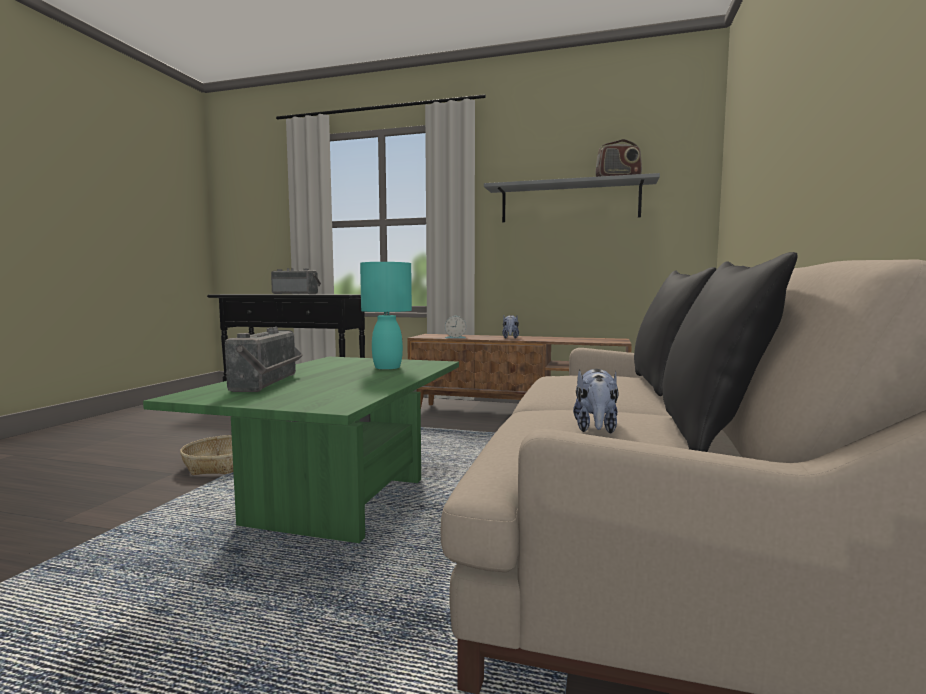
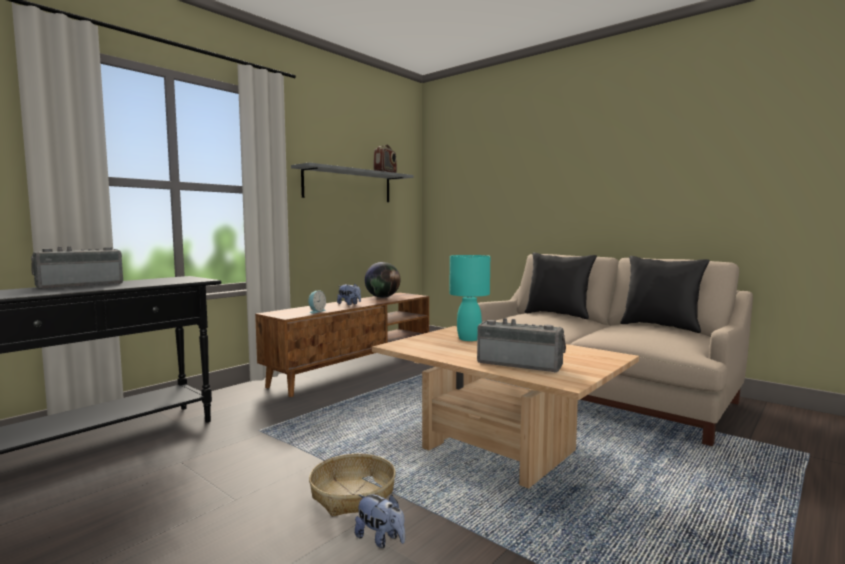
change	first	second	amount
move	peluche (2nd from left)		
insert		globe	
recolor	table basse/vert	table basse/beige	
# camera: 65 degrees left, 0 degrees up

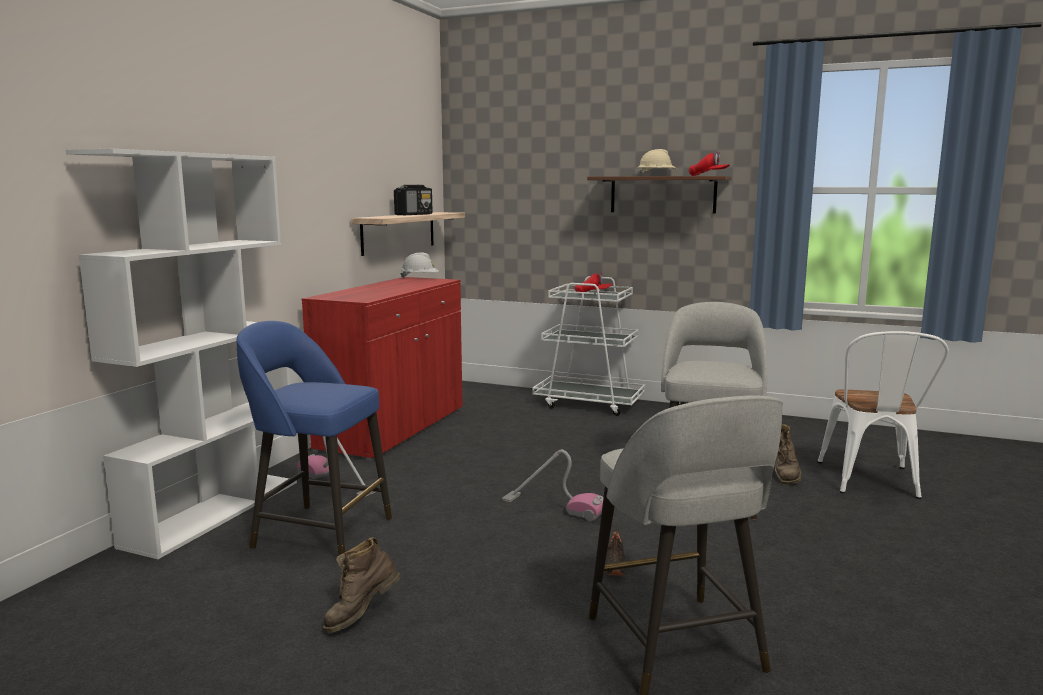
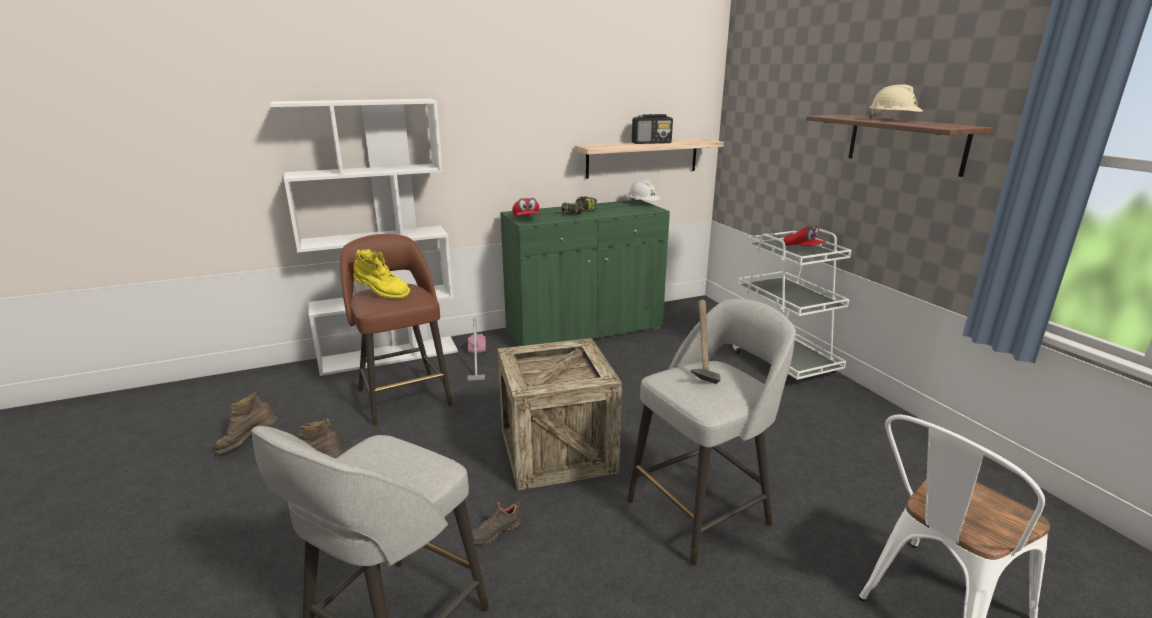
change	first	second	amount
move	botte/marron (2nd from left in the first image)	botte/marron (1st from left)	
recolor	tabouret/bleu	tabouret/marron	
insert		botte/jaune	
replace	aspirateur (2nd from left)	caisse	
recolor	meuble de rangement/rouge	meuble de rangement/vert	
move	casquette/rouge (2nd from left in the first image)	casquette/rouge (1st from left)	
insert		perceuse	
insert		marteau	
# camera: 45 degrees right, 10 degrees up

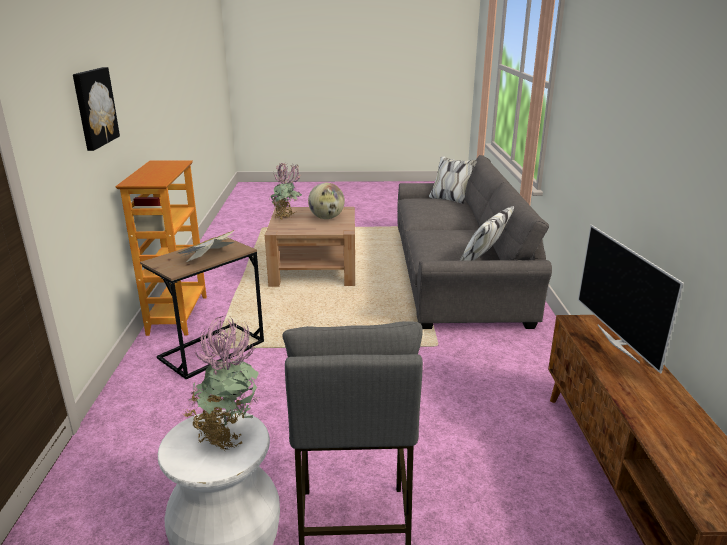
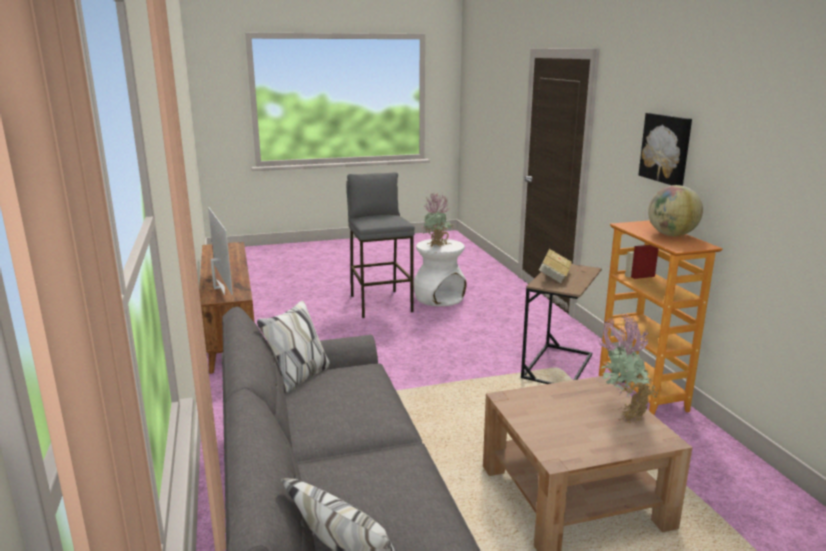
change	first	second	amount
move	globe		
# camera: 165 degrees right, 5 degrees down

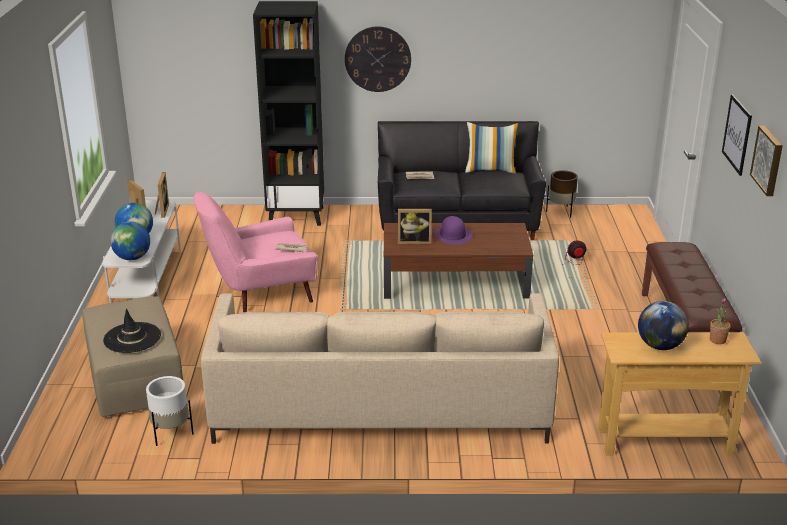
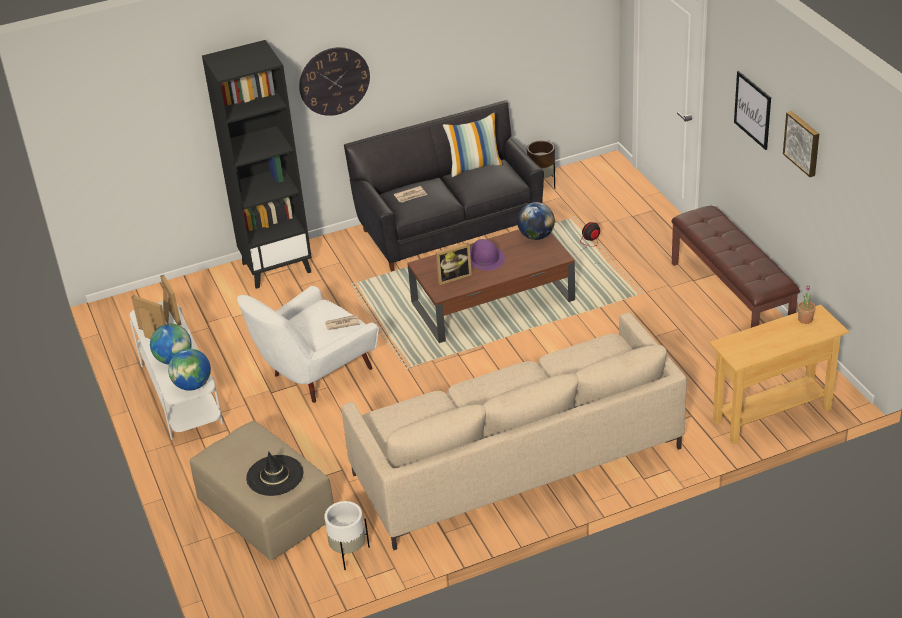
change	first	second	amount
recolor	fauteuil/rose	fauteuil/blanc	
move	globe (3rd from left)		
# camera: 20 degrees left, 10 degrees up

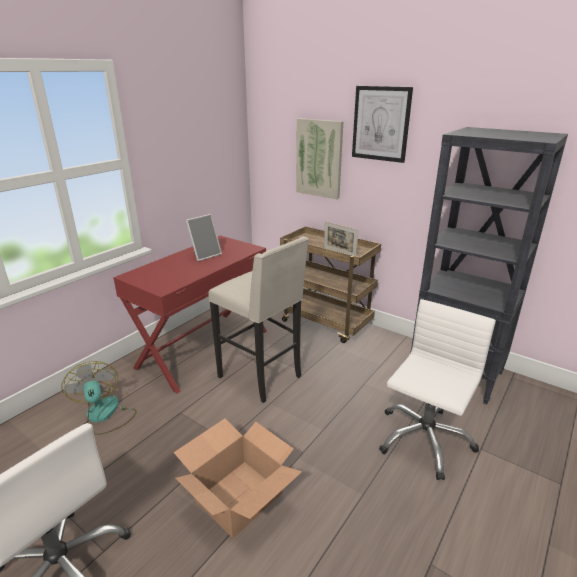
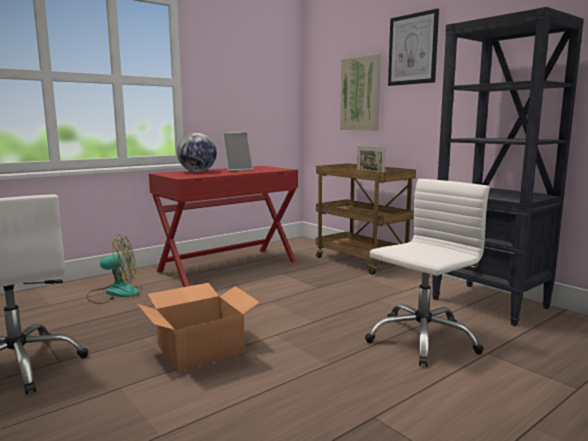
change	first	second	amount
rotate	ventilateur		90 degrees clockwise
insert		globe	
delete	tabouret/beige		
# camera: 15 degrees right, 15 degrees down

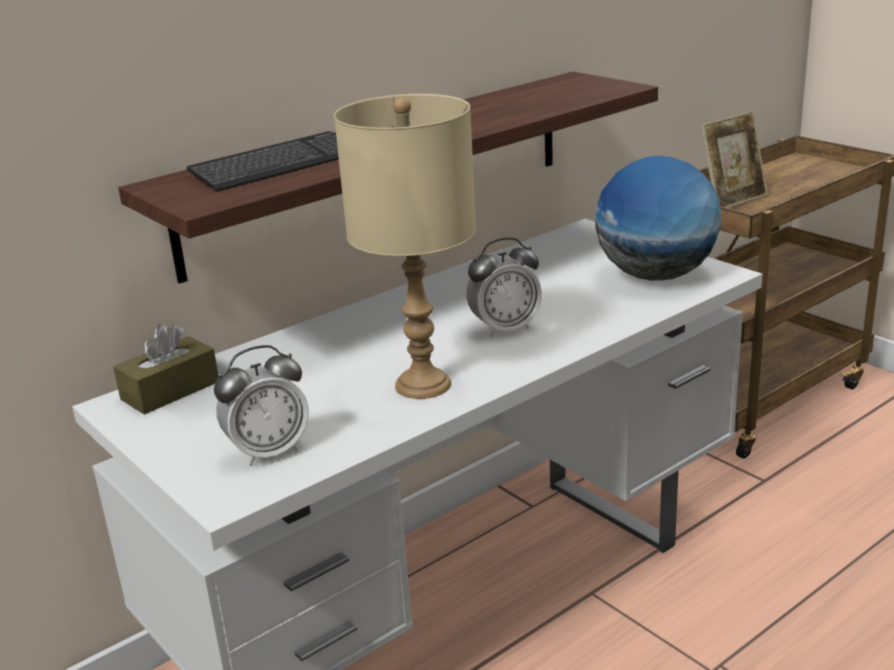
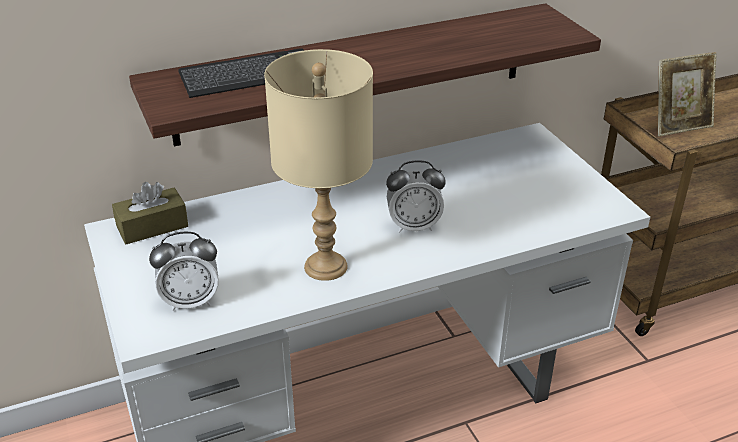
change	first	second	amount
delete	globe		
# camera: 15 degrees right, 10 degrees up

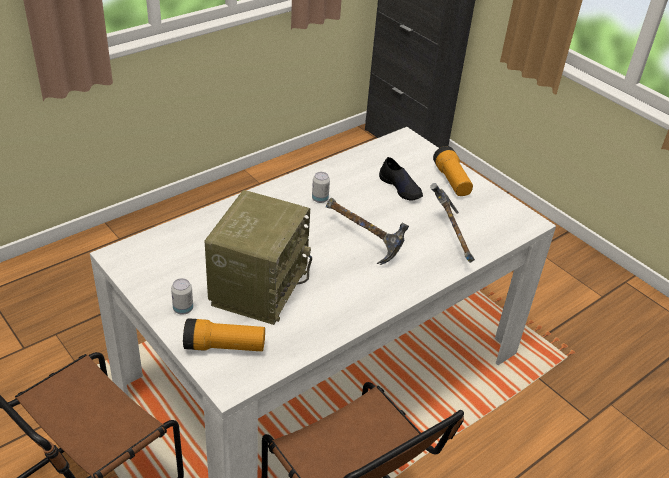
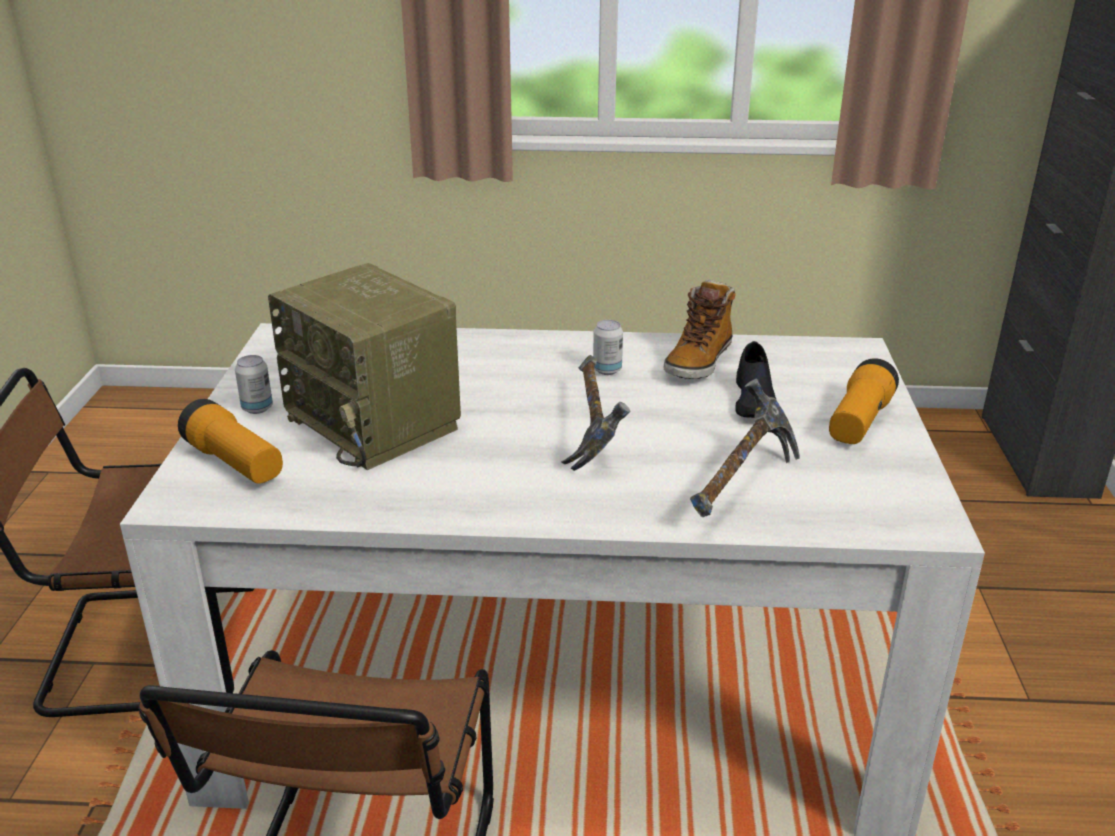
change	first	second	amount
rotate	radio		75 degrees clockwise
insert		botte	
# camera: 45 degrees right, 10 degrees down

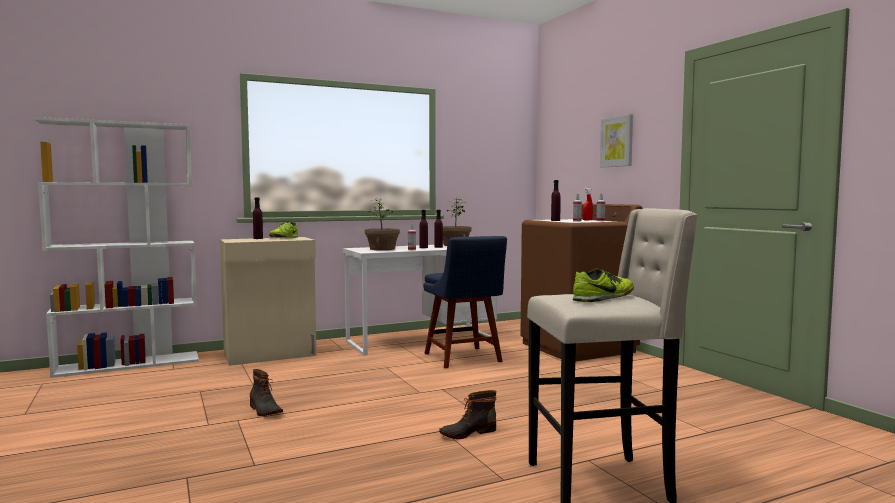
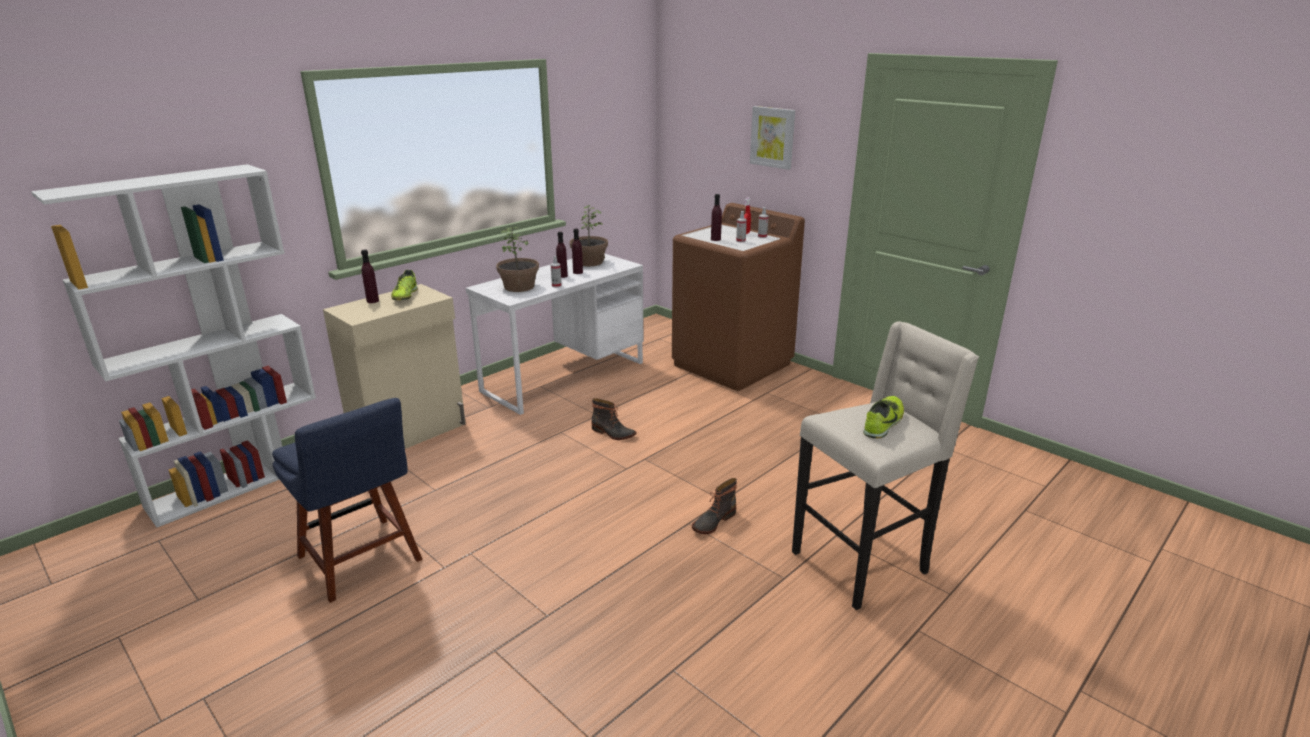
change	first	second	amount
move	chaise/bleu		
move	botte (1st from left)		
# camera: 20 degrees left, 20 degrees up

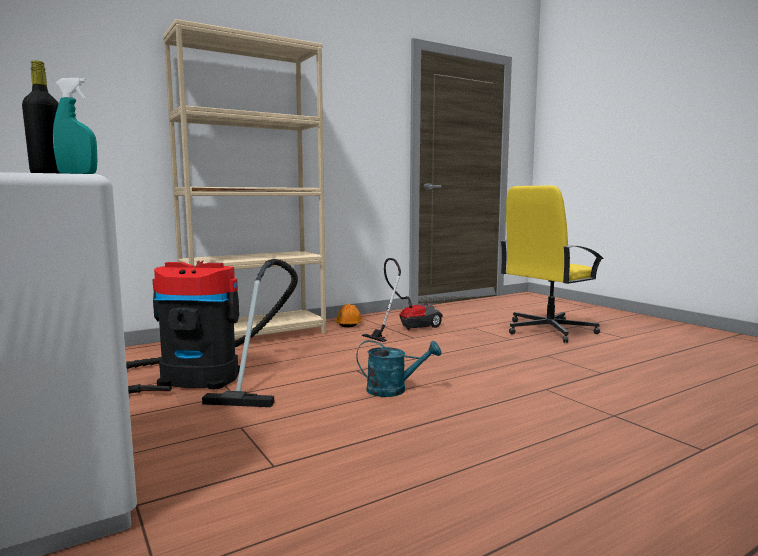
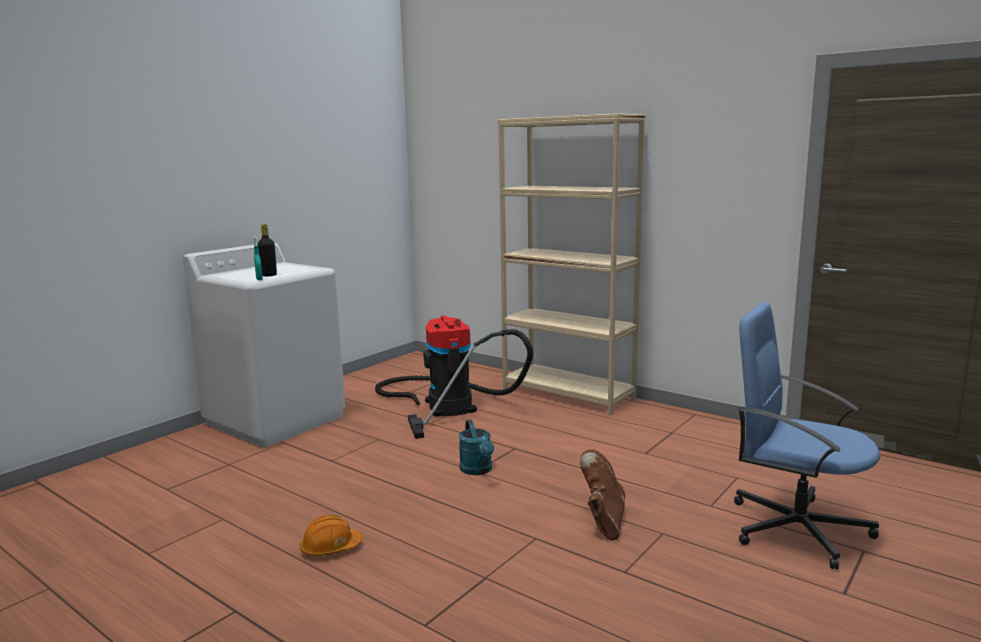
change	first	second	amount
move	casque de chantier/orange		
insert		botte/marron	
recolor	chaise de bureau/jaune	chaise de bureau/bleu	
delete	aspirateur (2nd from left)		
# camera: 70 degrees right, 5 degrees up

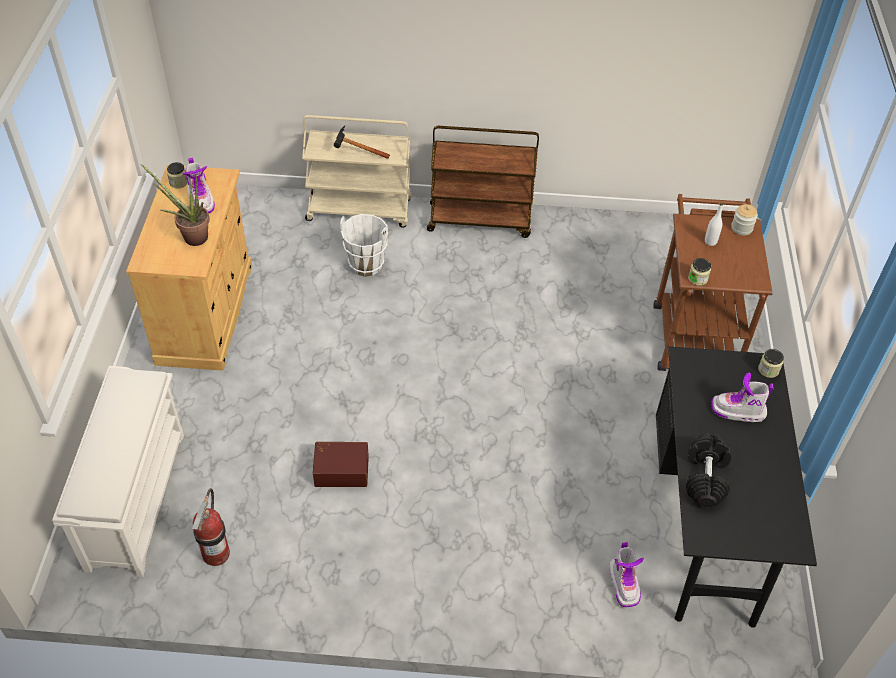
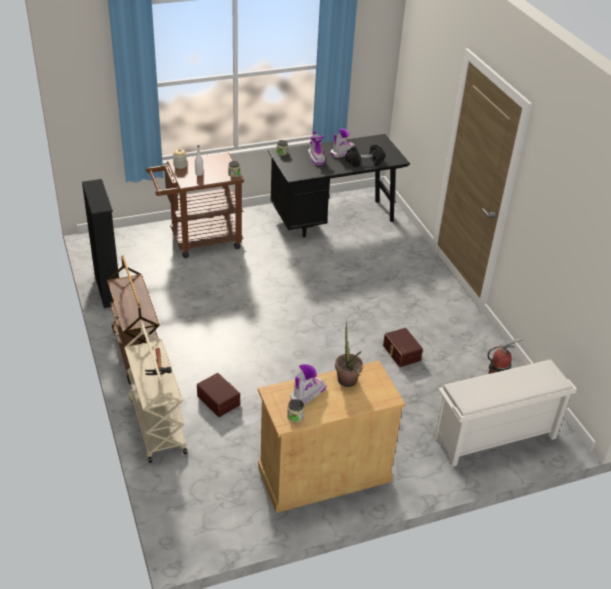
change	first	second	amount
insert		bibliothèque/noir	
replace	seau/blanc	boîte de rangement/marron (1st from left)	
move	botte (2nd from left in the first image)	botte (3rd from left)	
# camera: 115 degrees left, 10 degrees down

